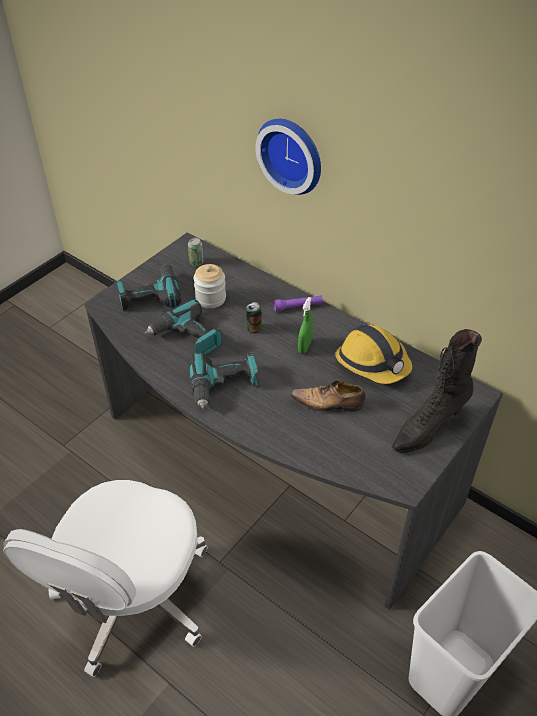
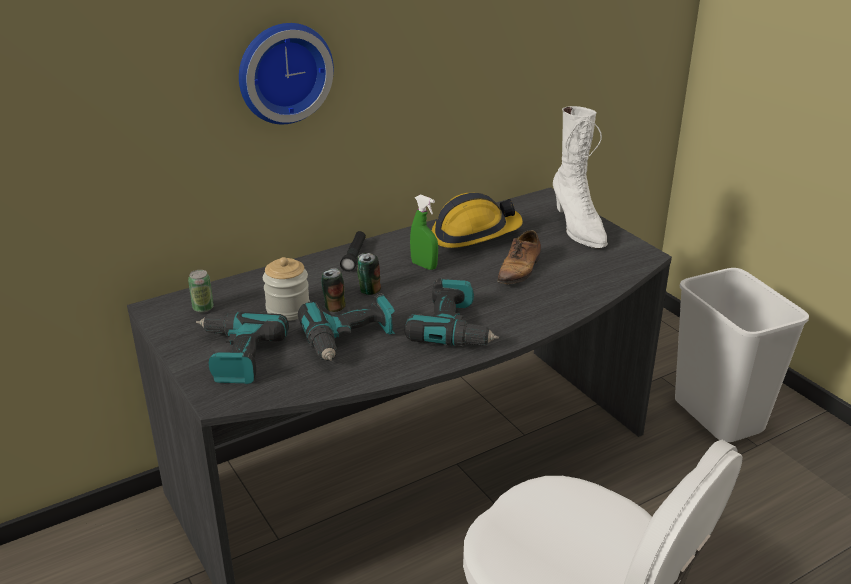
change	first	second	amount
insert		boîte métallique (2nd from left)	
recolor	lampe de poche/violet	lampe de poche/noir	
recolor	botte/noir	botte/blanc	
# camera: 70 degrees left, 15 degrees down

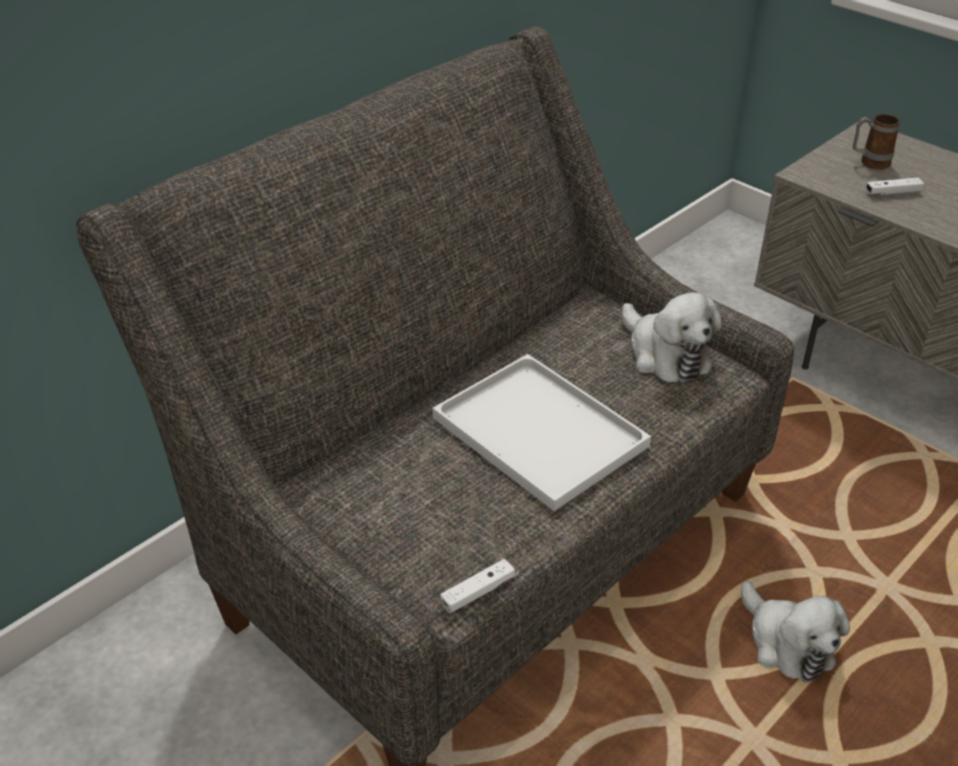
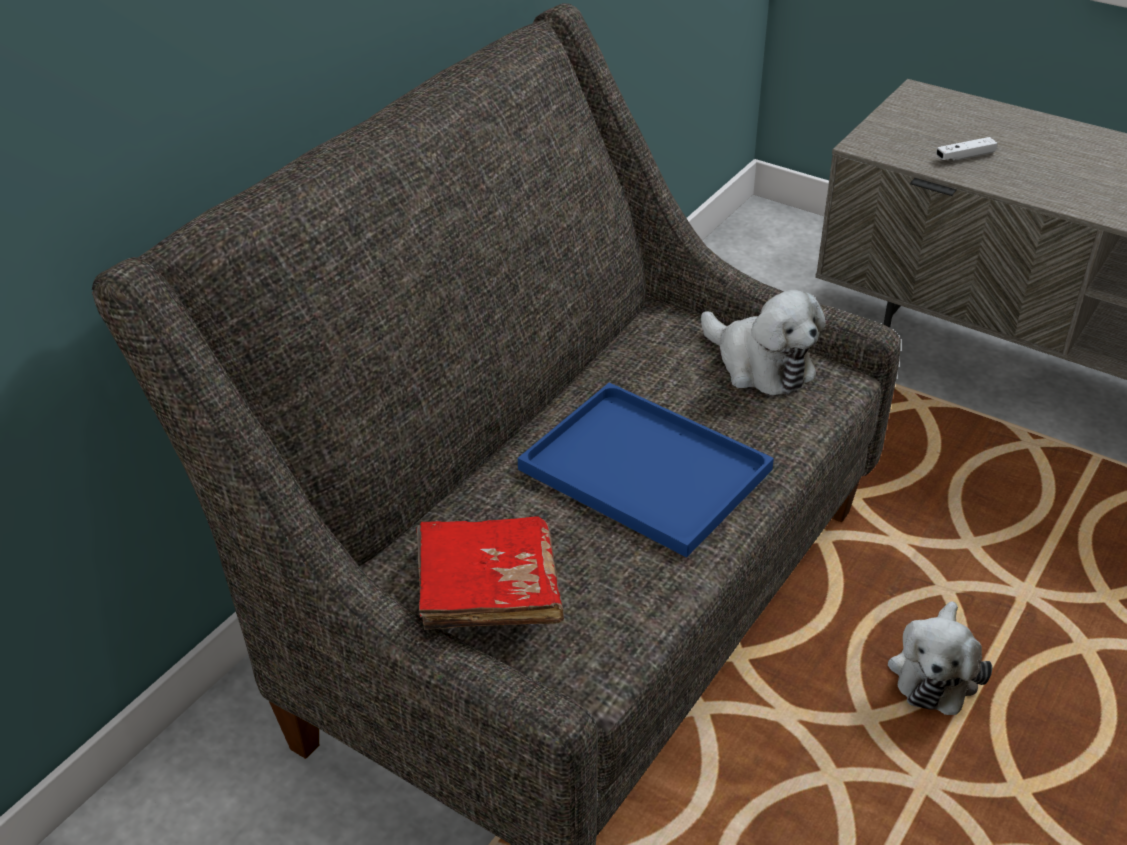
change	first	second	amount
insert		livre/rouge	
recolor	plateau/blanc	plateau/bleu	
rotate	peluche (2nd from left)		60 degrees clockwise
delete	manette/blanc (1st from left)		
delete	mug		
# camera: 10 degrees left, 0 degrees up

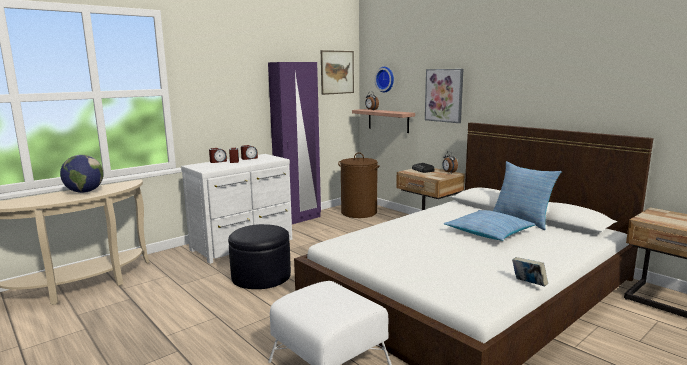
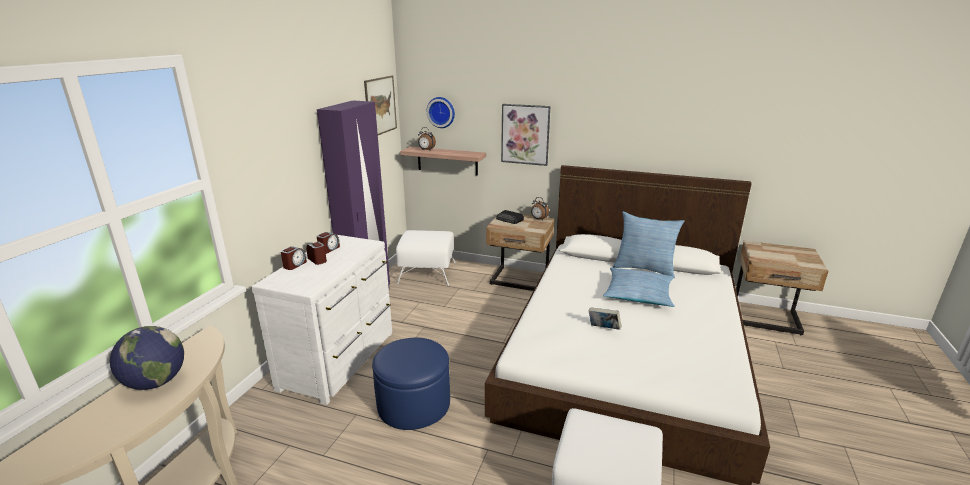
change	first	second	amount
recolor	pouf/noir	pouf/bleu	
replace	panier à linge/marron	pouf/blanc (1st from left)	
move	livre		
# camera: 30 degrees left, 10 degrees up

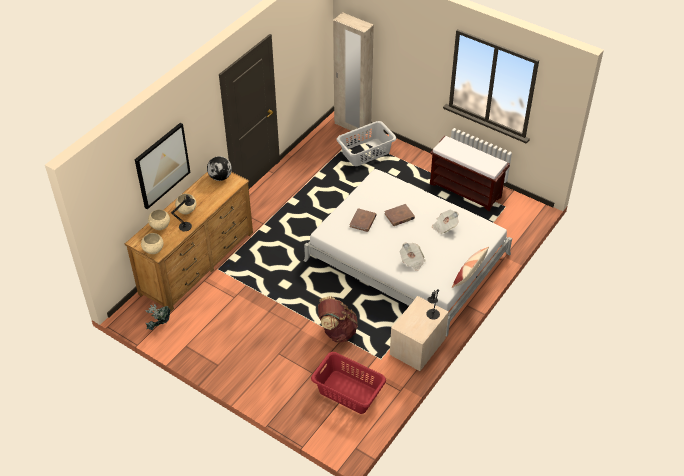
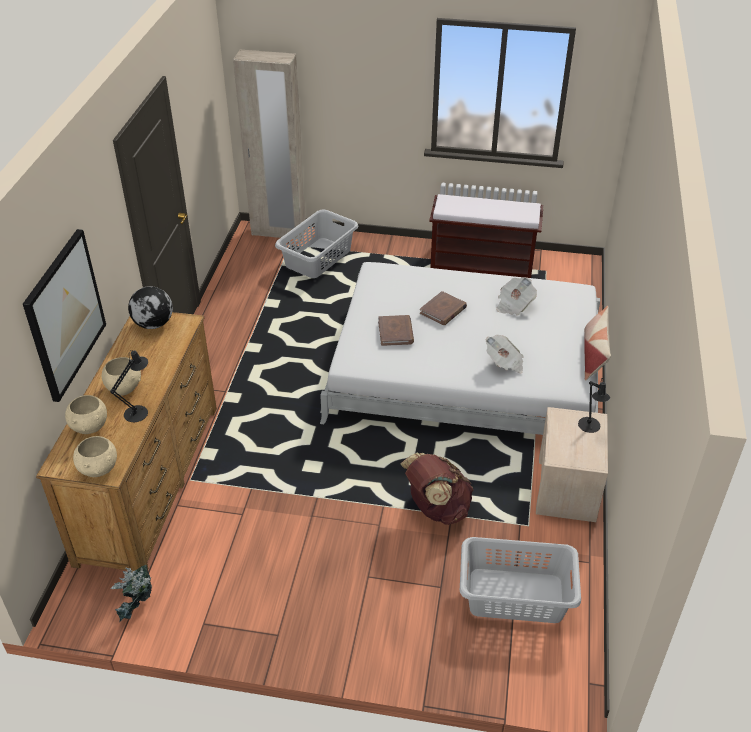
change	first	second	amount
recolor	panier à linge/rouge	panier à linge/gris (2nd from left)	
# camera: 25 degrees left, 5 degrees down

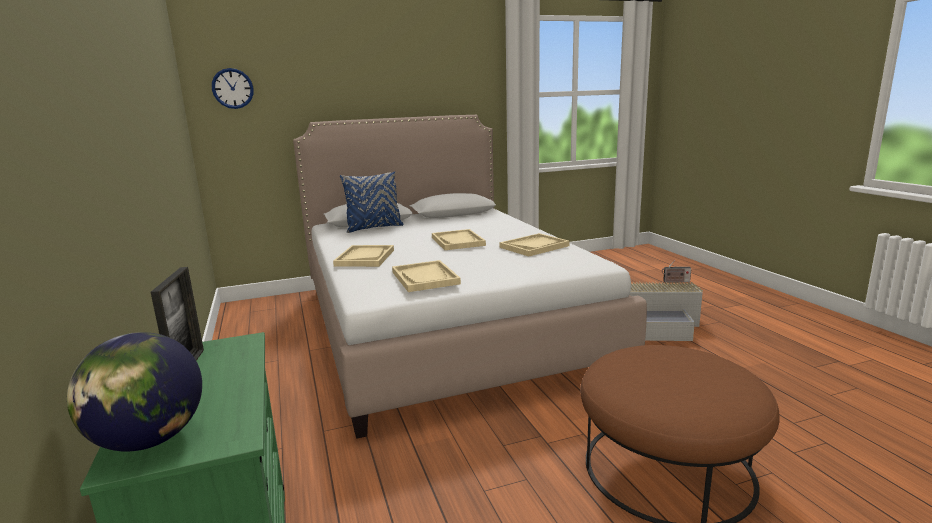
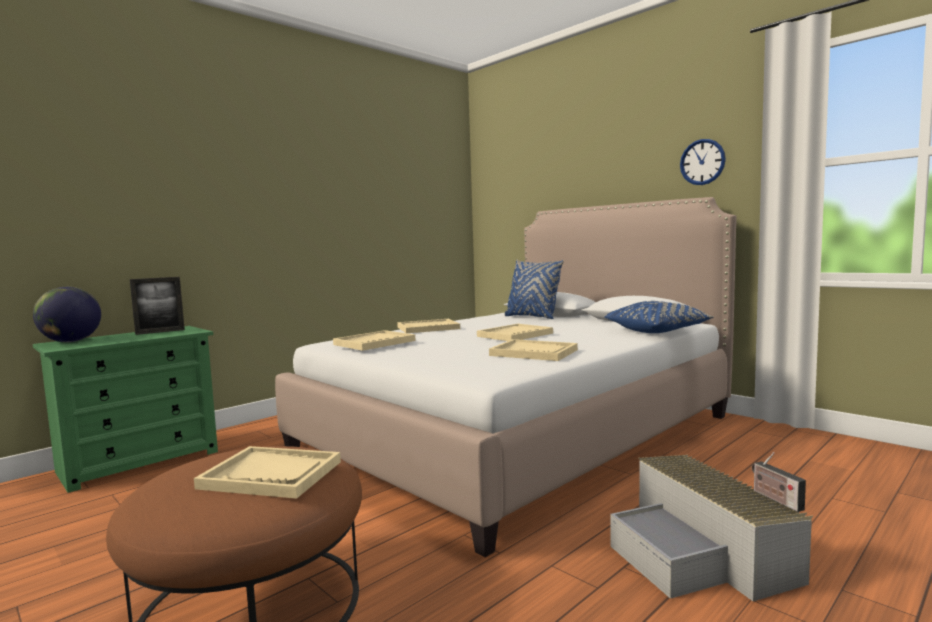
change	first	second	amount
insert		plateau/beige (1st from left)	
insert		coussin/bleu (2nd from left)	
move	horloge murale		
# camera: 65 degrees right, 10 degrees down

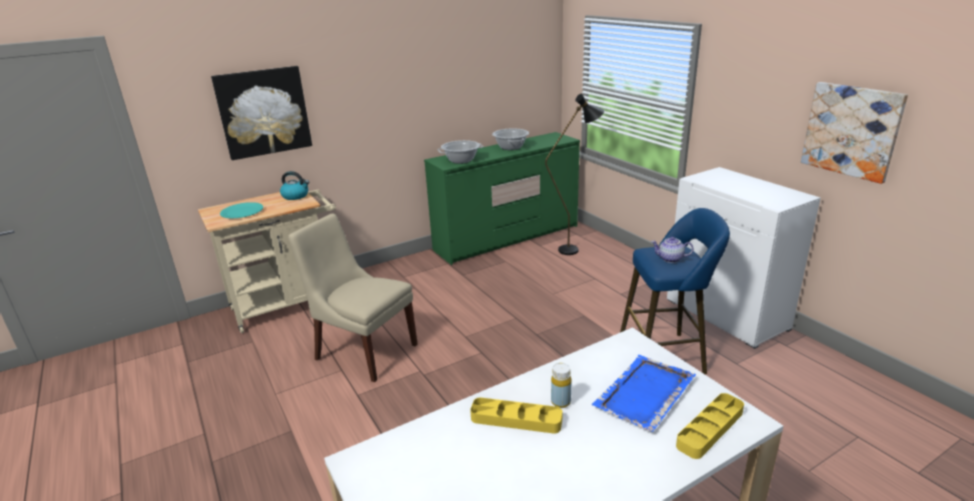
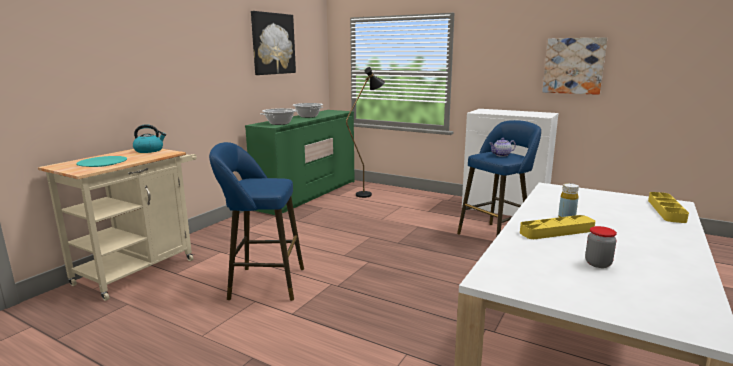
change	first	second	amount
replace	chaise/beige	tabouret/bleu (1st from left)	
move	tableau (1st from left)		
insert		bocal	
delete	plateau/bleu		
# camera: 30 degrees left, 10 degrees down

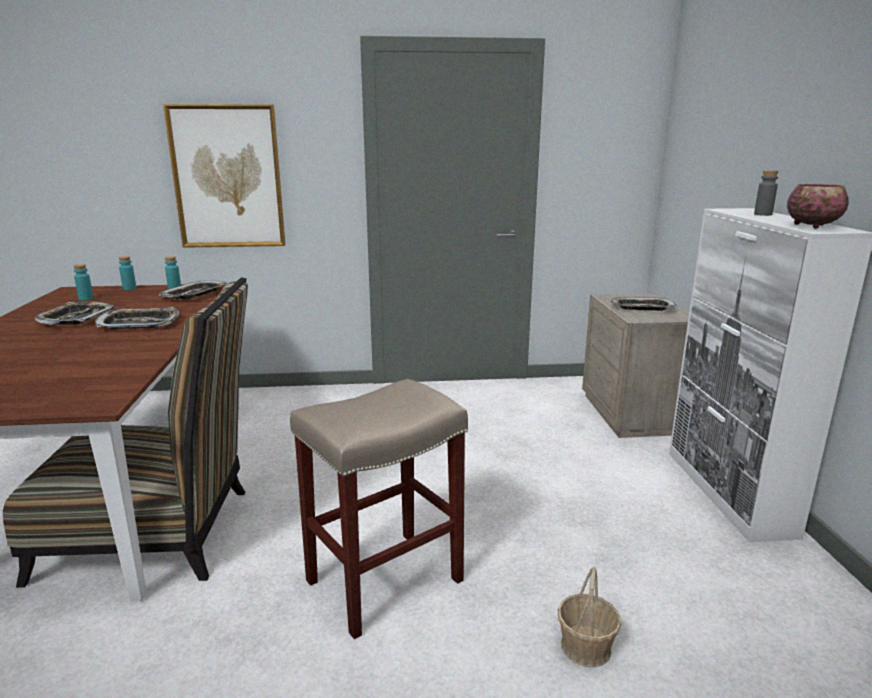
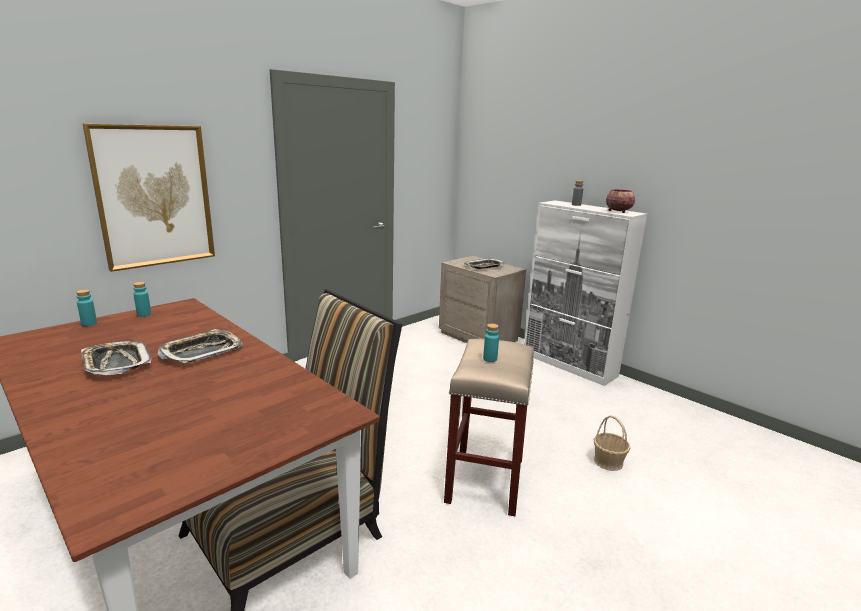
change	first	second	amount
move	bouteille/turquoise (1st from left in the first image)	bouteille/turquoise (3rd from left)	
delete	plateau (3rd from left)		
# camera: 40 degrees left, 0 degrees up

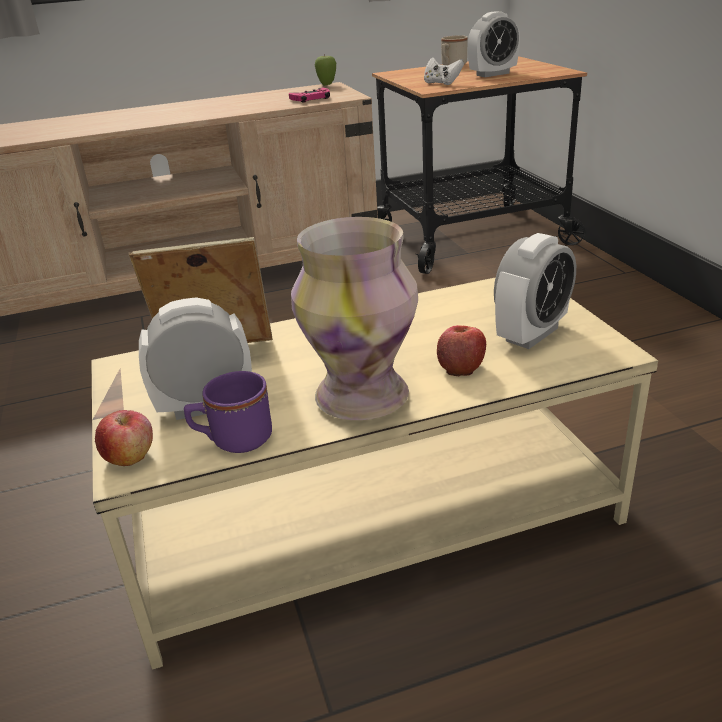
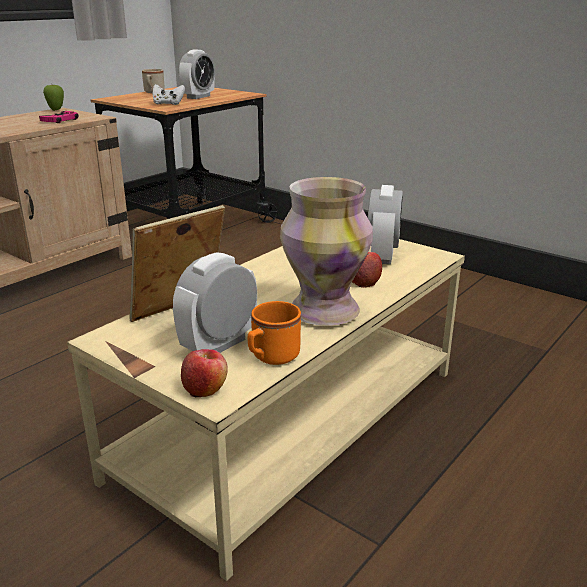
change	first	second	amount
recolor	mug/violet	mug/orange	
# camera: 35 degrees left, 5 degrees down

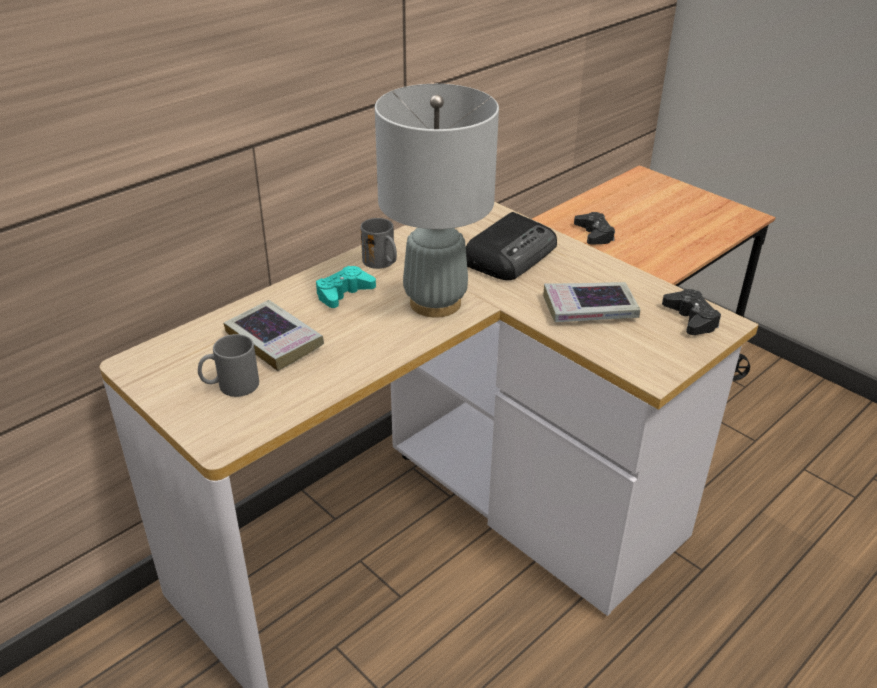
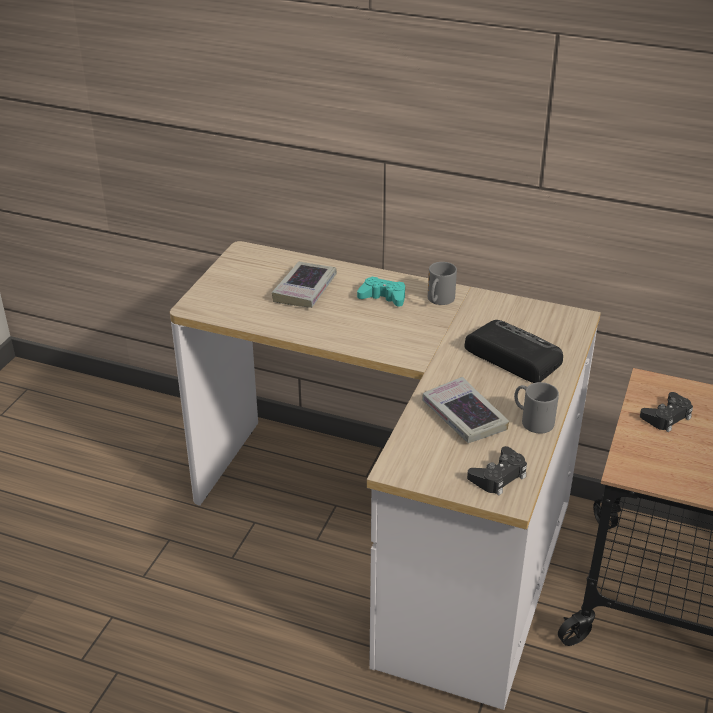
change	first	second	amount
rotate	radio		150 degrees counterclockwise
move	mug/gris (1st from left in the first image)	mug/gris (2nd from left)	
delete	lampe de table/gris		
# camera: 65 degrees right, 0 degrees up

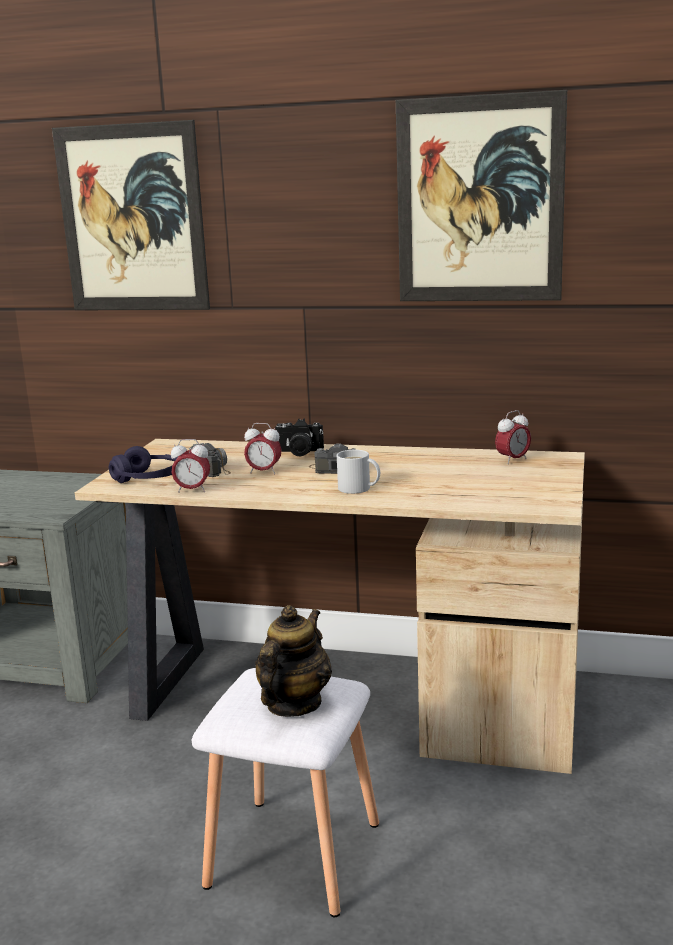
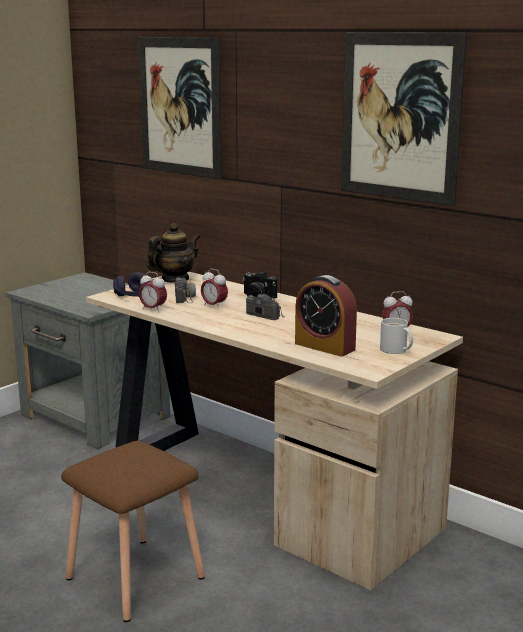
change	first	second	amount
recolor	tabouret/blanc	tabouret/marron	
move	théière		
insert		réveil (3rd from left)	
move	mug/blanc		
# camera: 25 degrees right, 0 degrees up

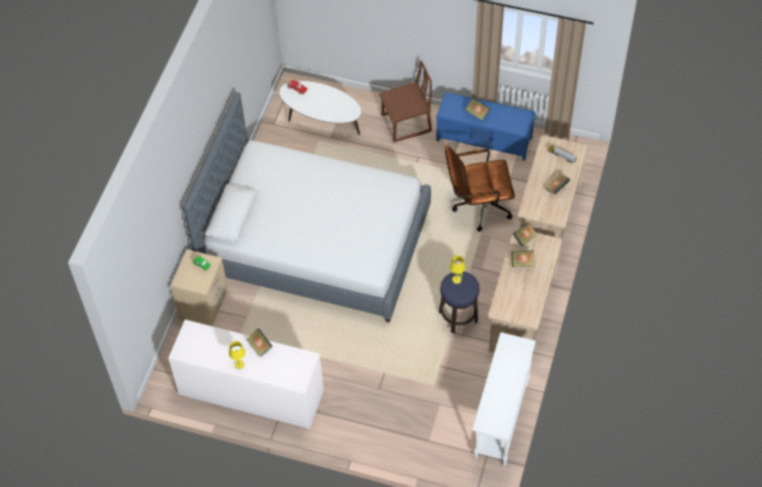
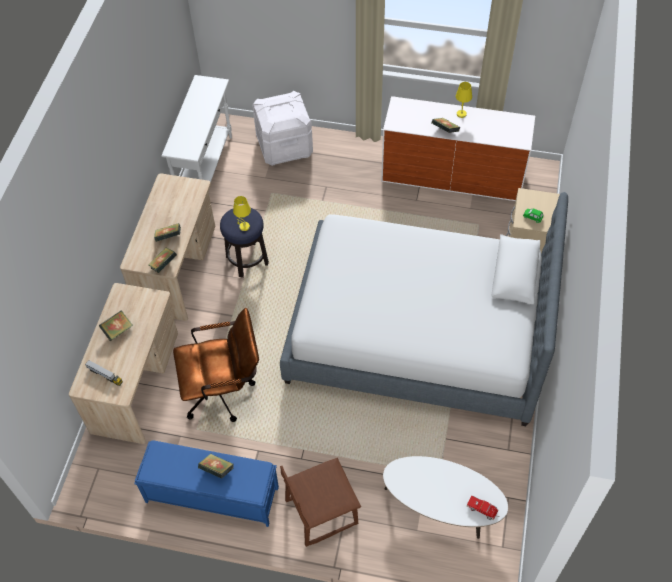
change	first	second	amount
insert		boîte de rangement/blanc	
# camera: 175 degrees right, 0 degrees up

